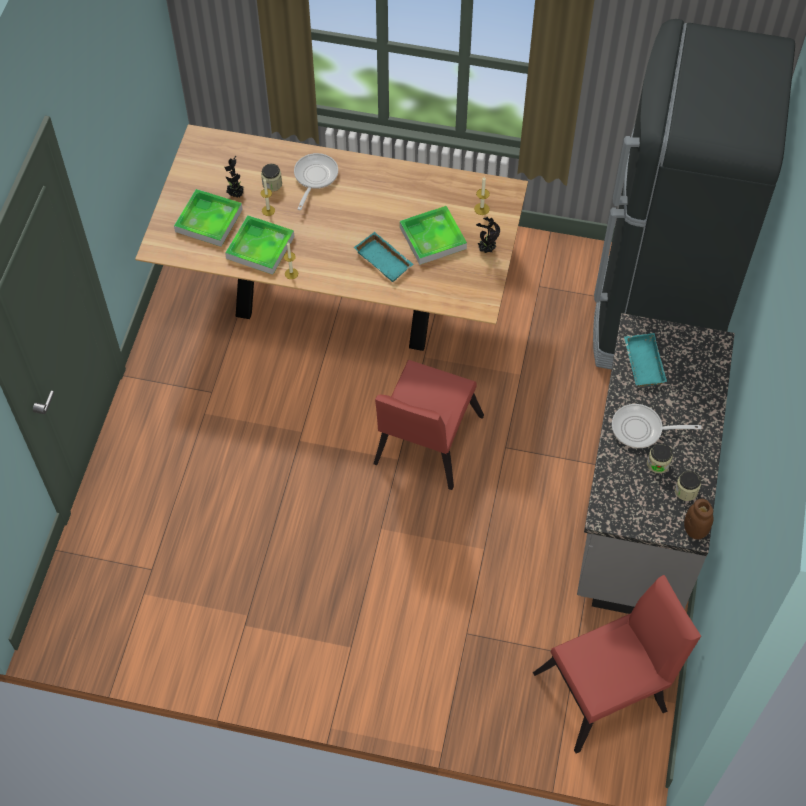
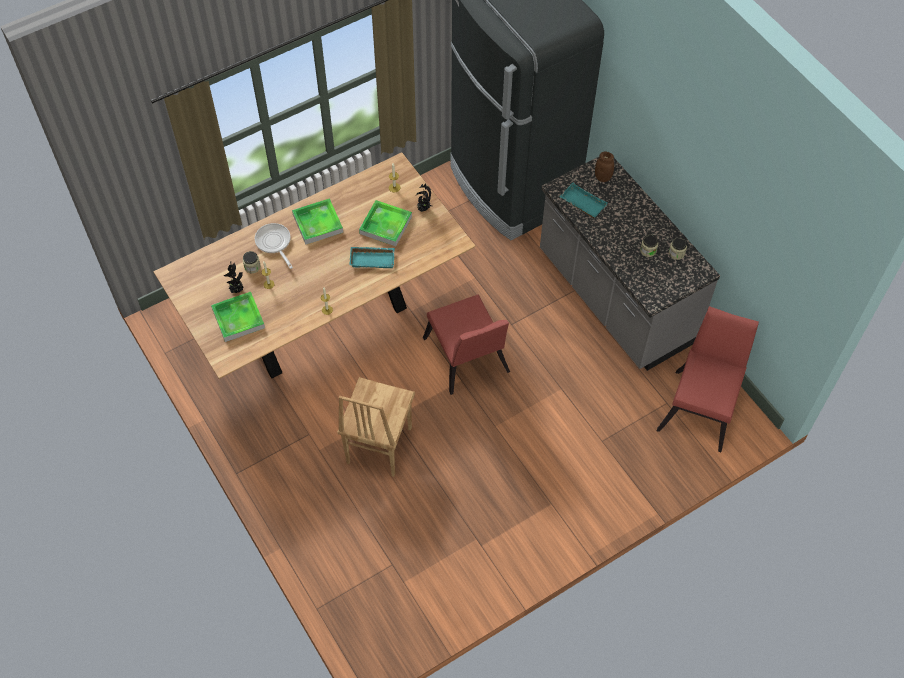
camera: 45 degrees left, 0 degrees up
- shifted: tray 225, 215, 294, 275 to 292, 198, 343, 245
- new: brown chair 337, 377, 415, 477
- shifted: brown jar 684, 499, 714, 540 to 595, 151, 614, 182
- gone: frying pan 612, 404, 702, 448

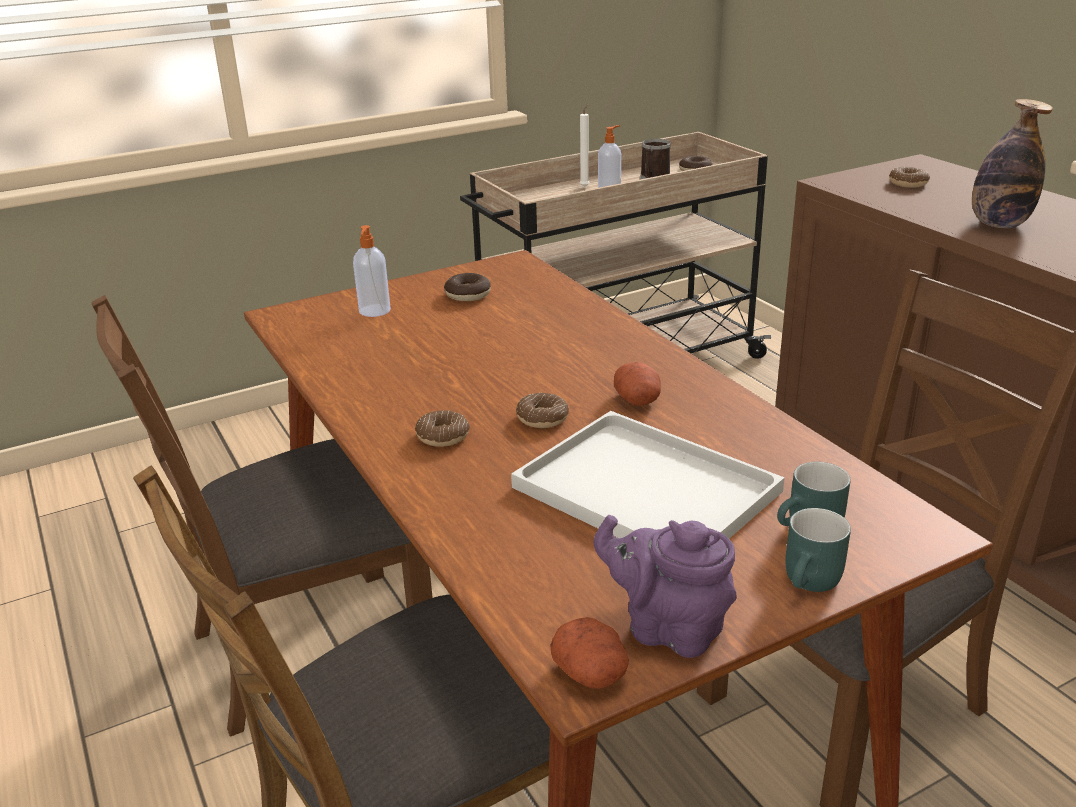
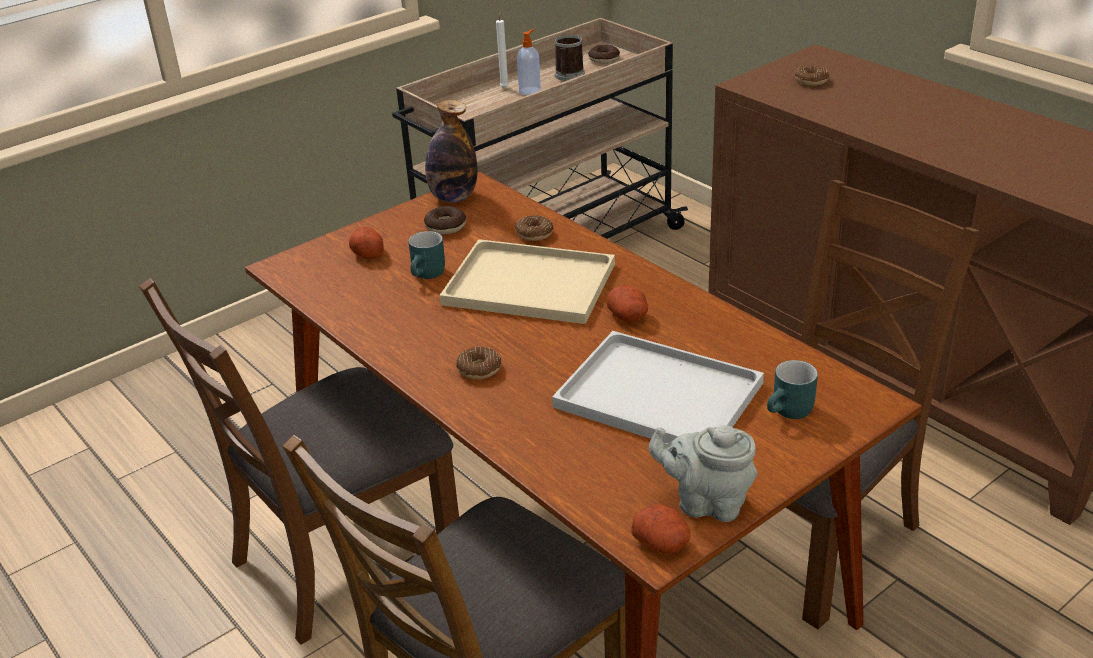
camera: 10 degrees left, 5 degrees up
- swapped: soap dispenser 353, 225, 391, 317 to potato 349, 227, 384, 259
- shifted: turquoise mug 785, 508, 851, 592 to 409, 231, 445, 279
- shifted: bottle 972, 99, 1053, 228 to 425, 100, 477, 203
- new: beige tray 440, 239, 615, 324
- shifted: donut 516, 393, 569, 428 to 515, 215, 553, 241
- repainted: purple teapot 593, 515, 737, 658 to grey teapot 649, 425, 758, 522

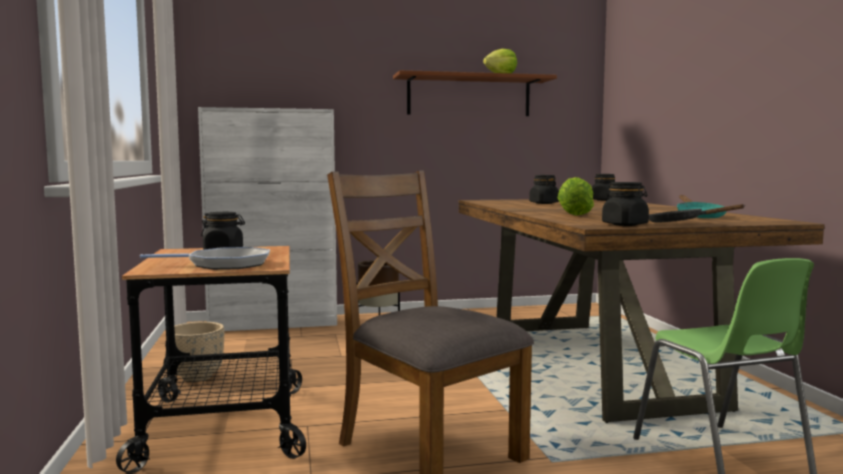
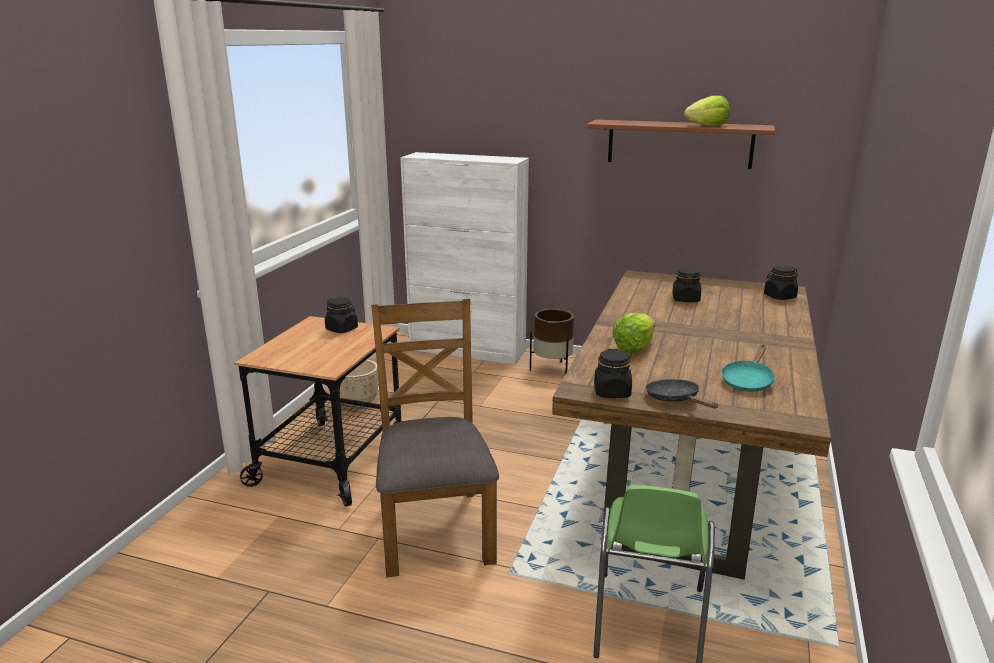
camera: 30 degrees right, 15 degrees up
- gone: frying pan 140, 247, 270, 270

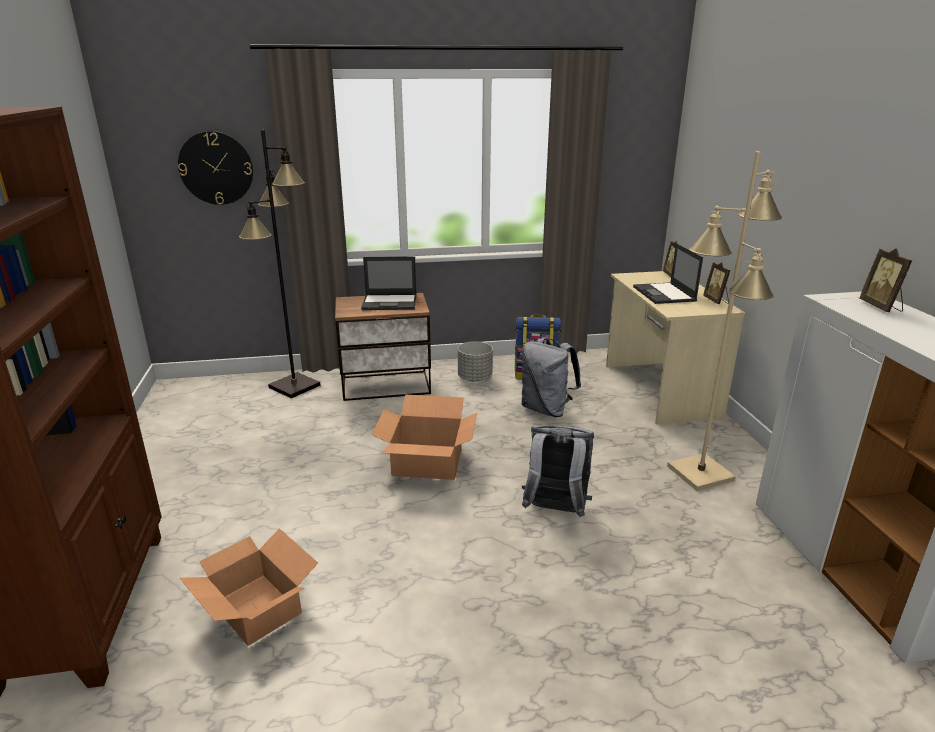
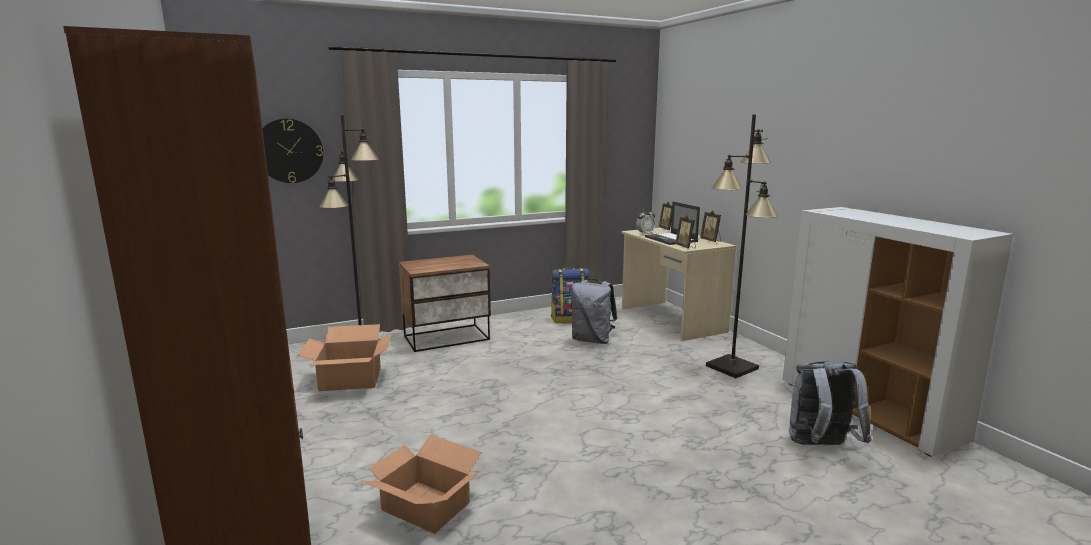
camera: 15 degrees left, 10 degrees down
- shifted: cardboard box 372, 395, 477, 480 to 298, 324, 392, 391
- new: alarm clock 636, 208, 656, 235
- shifted: picture frame 859, 248, 912, 312 to 675, 215, 696, 248
- repainted: beige floor lamp 667, 151, 782, 491 to black floor lamp 706, 114, 778, 378
- shifted: grey backpack 522, 426, 594, 517 to 789, 361, 871, 445
- gone: laptop 361, 256, 417, 310
- gone: grey planter 458, 341, 493, 382

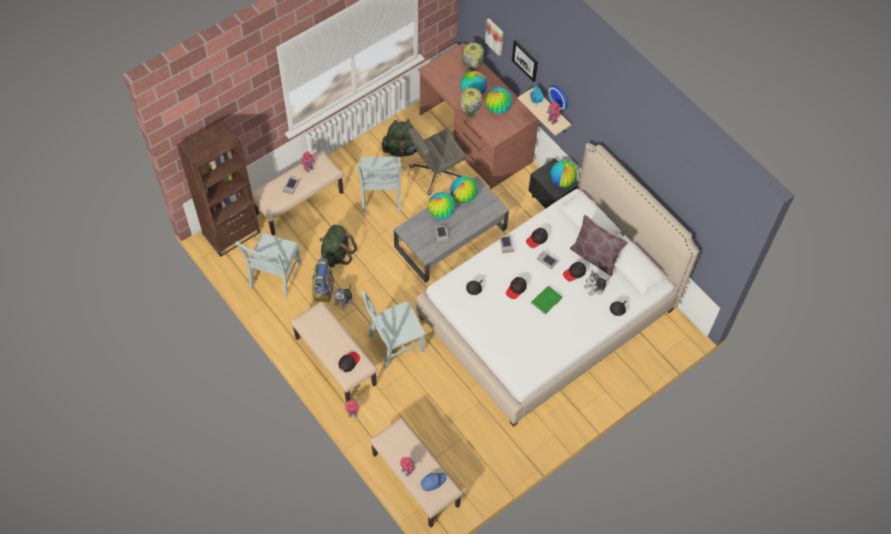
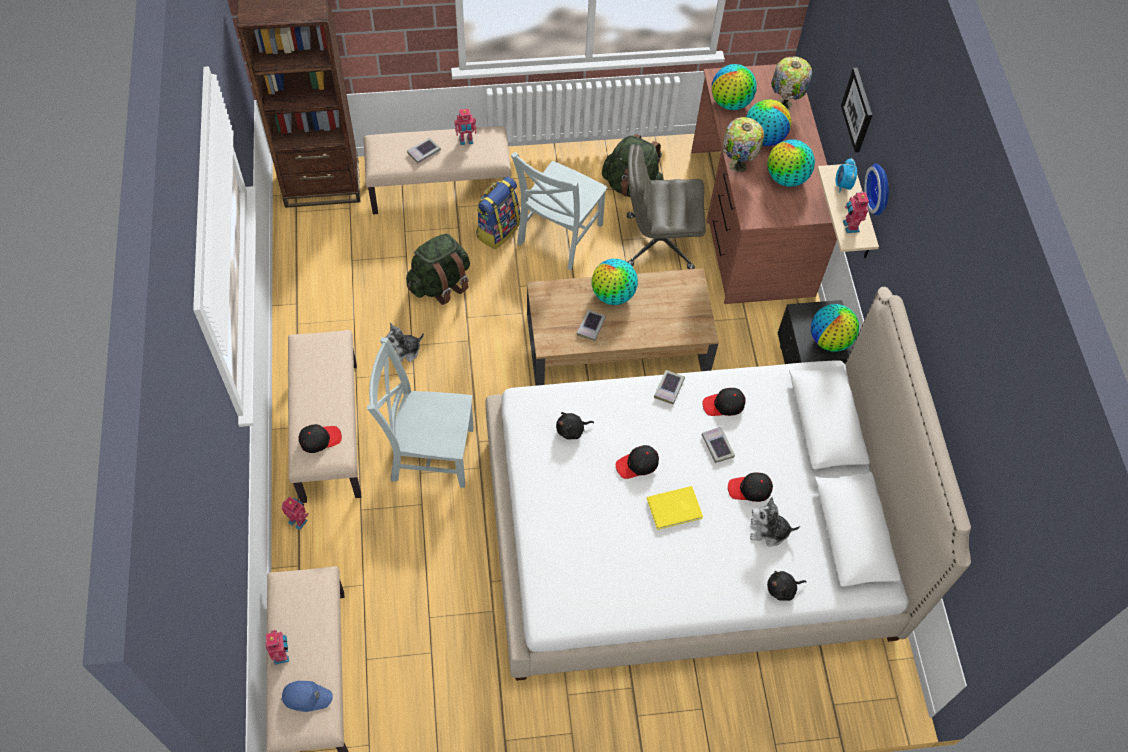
camera: 30 degrees right, 0 degrees up
- shifted: backpack 312, 258, 334, 302 to 476, 177, 520, 249
- repainted: grey coffee table 394, 176, 509, 283 to brown coffee table 527, 268, 719, 386
- repainted: green book 531, 286, 562, 315 to yellow book 647, 486, 703, 530
- shifted: globe 450, 176, 477, 203 to 712, 64, 757, 110
- gone: grey chair 235, 233, 302, 298
- gone: picture 485, 18, 503, 56
- gone: brown pillow 570, 215, 628, 277

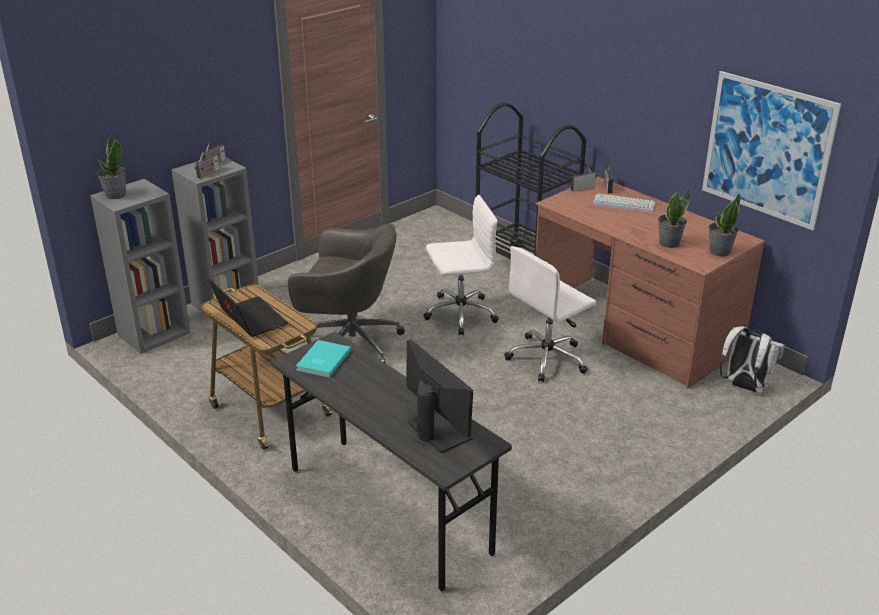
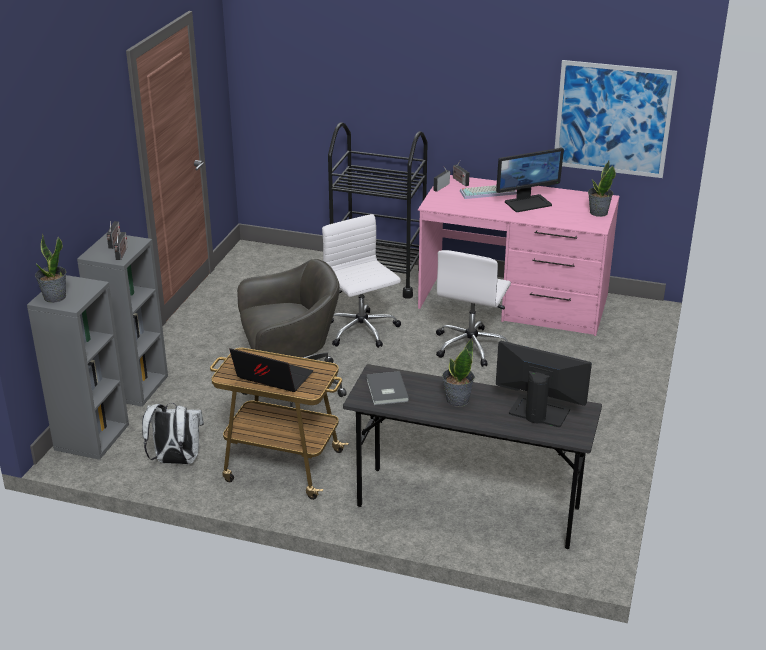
camera: 30 degrees left, 0 degrees up
- shifted: white backpack 720, 326, 785, 393 to 142, 403, 204, 464
- rotated: white office chair 423, 195, 499, 335 = 322, 214, 401, 348 75 degrees counterclockwise
- repainted: turquoise book 296, 340, 351, 378 to grey book 366, 371, 409, 405
- repainted: brown desk 533, 176, 765, 388 to pink desk 418, 175, 619, 336
- shifted: potted plant 658, 188, 690, 248 to 442, 338, 475, 407
- new: monitor 496, 148, 564, 212

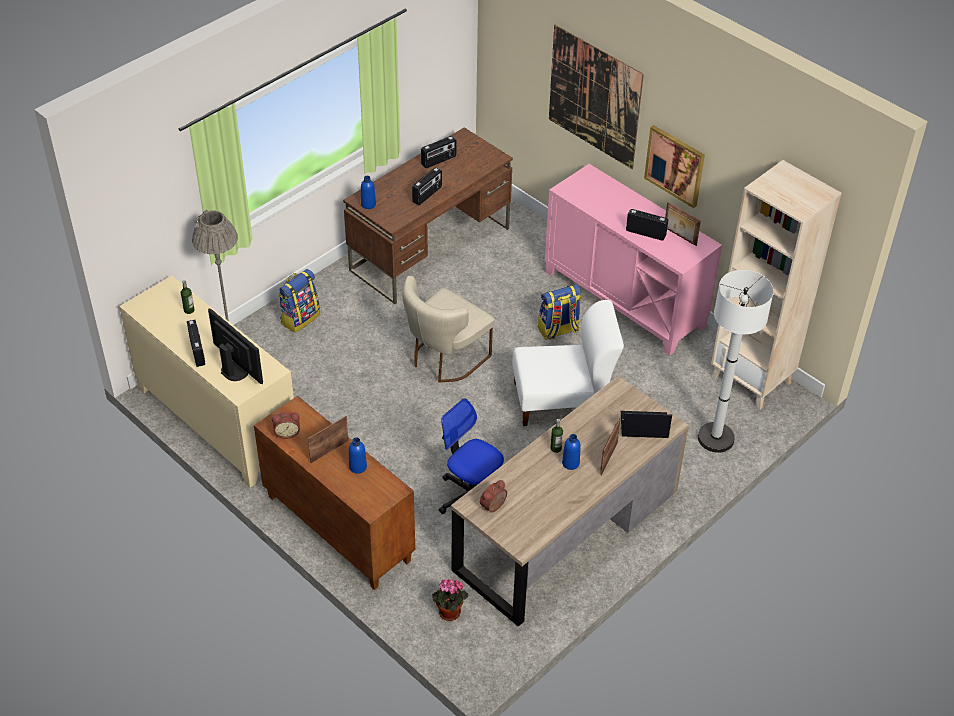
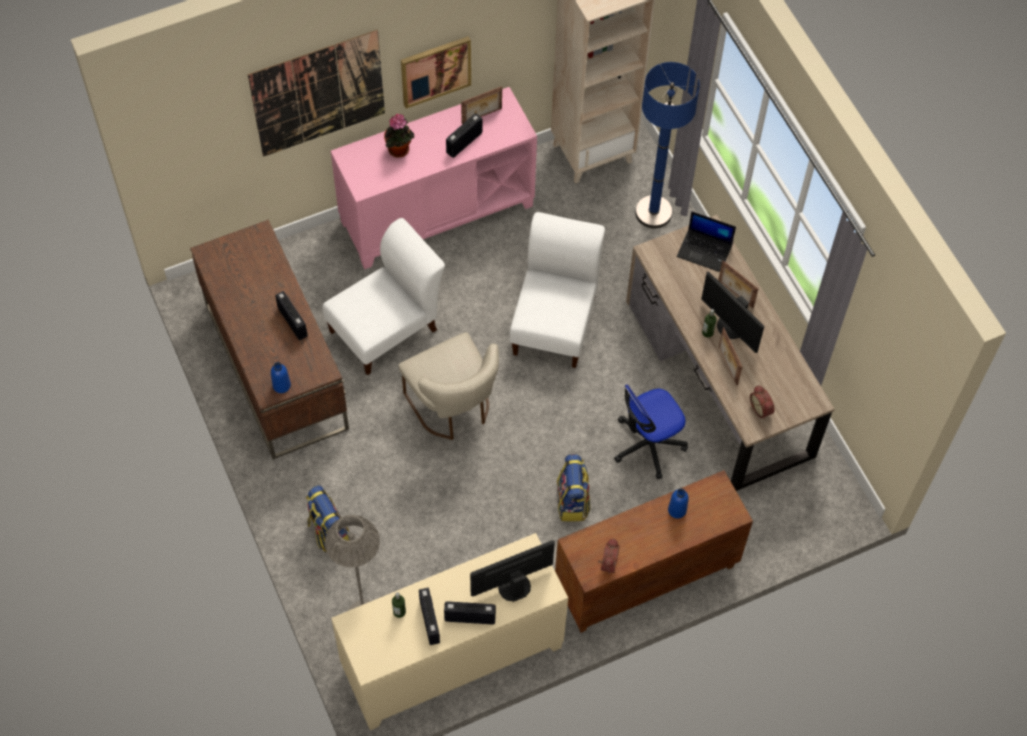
camera: 70 degrees left, 15 degrees up
- new: white chair 322, 218, 445, 375
- shifted: potted plant 432, 579, 468, 621 to 384, 114, 414, 158
- shifted: radio 421, 136, 457, 168 to 419, 588, 440, 645
- shifted: backpack 538, 284, 581, 340 to 557, 454, 590, 522
- repainted: white floor lamp 698, 270, 774, 453 to blue floor lamp 635, 62, 700, 228
- rotated: laptop 621, 411, 672, 438 = 677, 212, 736, 272 90 degrees counterclockwise
- swapped: blue bottle 562, 434, 581, 470 to monitor 701, 271, 764, 353
- shifted: picture frame 308, 416, 349, 463 to 719, 327, 742, 385

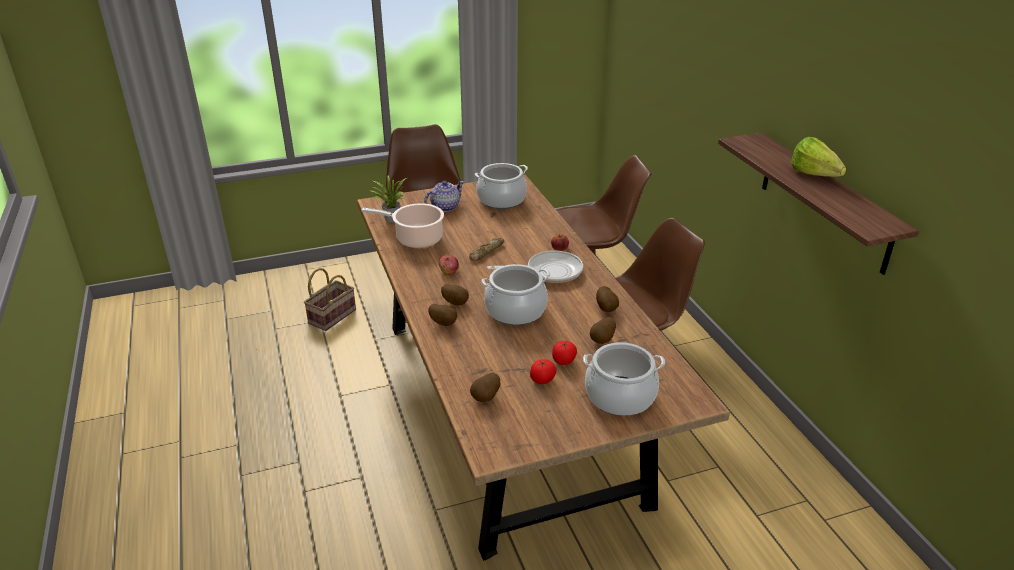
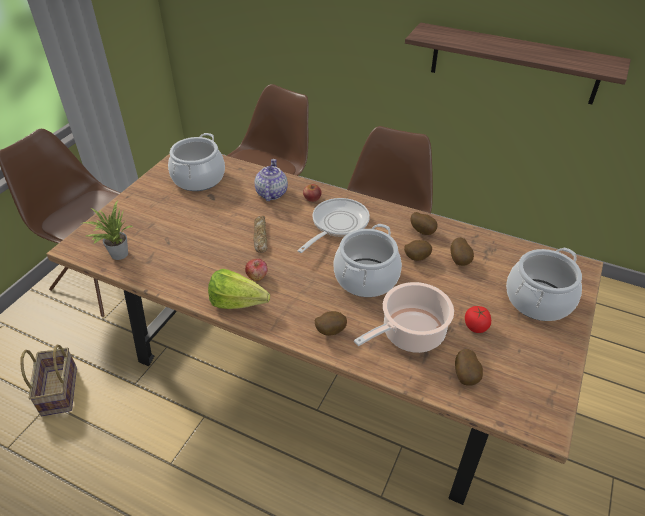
camera: 45 degrees left, 10 degrees up
- shifted: lettuce 791, 137, 846, 177 to 208, 269, 270, 309
- shifted: teapot 424, 181, 464, 212 to 255, 159, 288, 201
- shifted: cooking pot 361, 203, 444, 248 to 354, 282, 454, 353
- shifted: potato 441, 284, 469, 306 to 404, 240, 432, 261
- gone: tomato 552, 341, 577, 365

